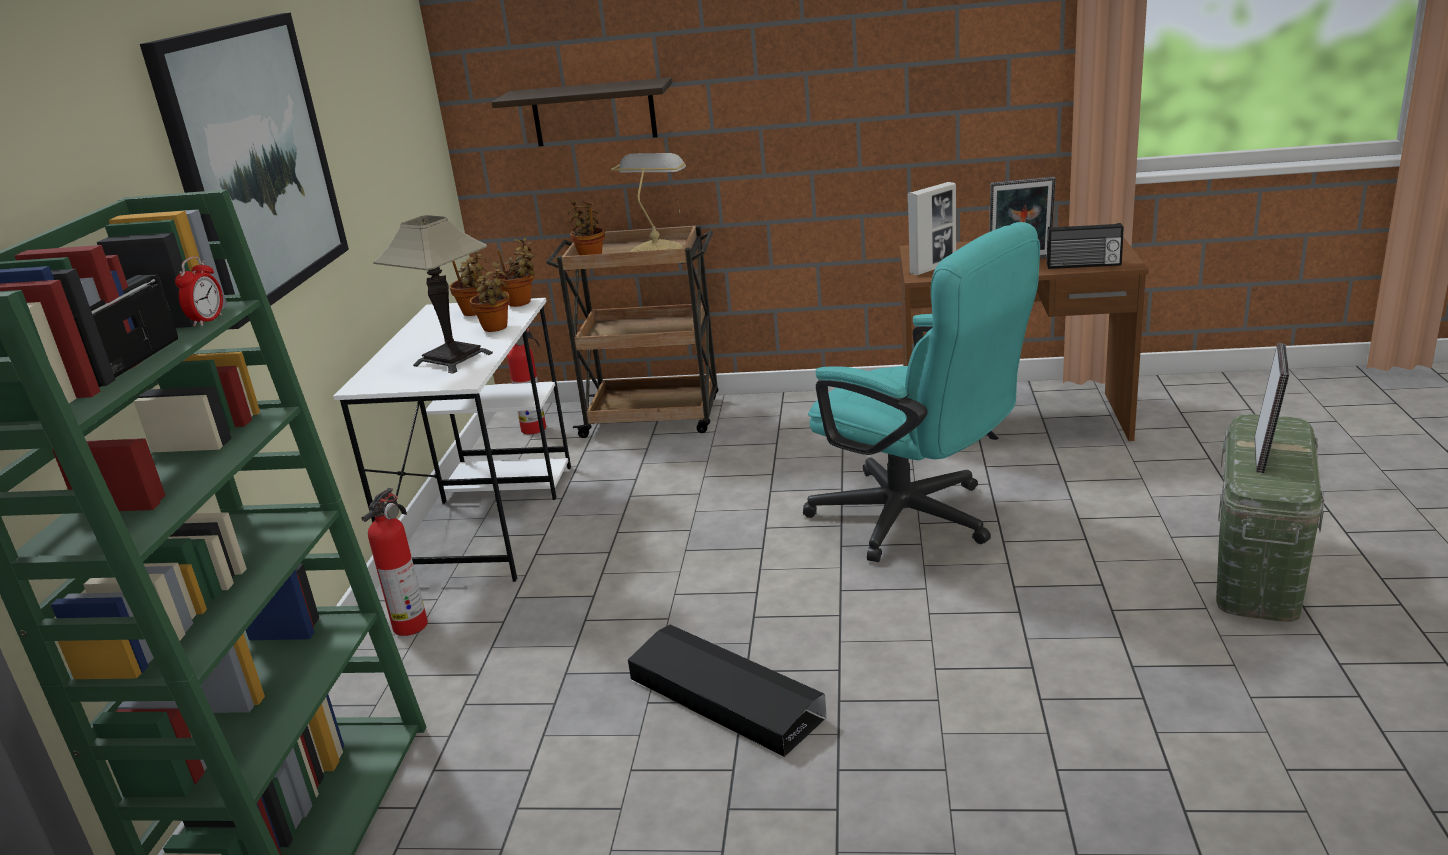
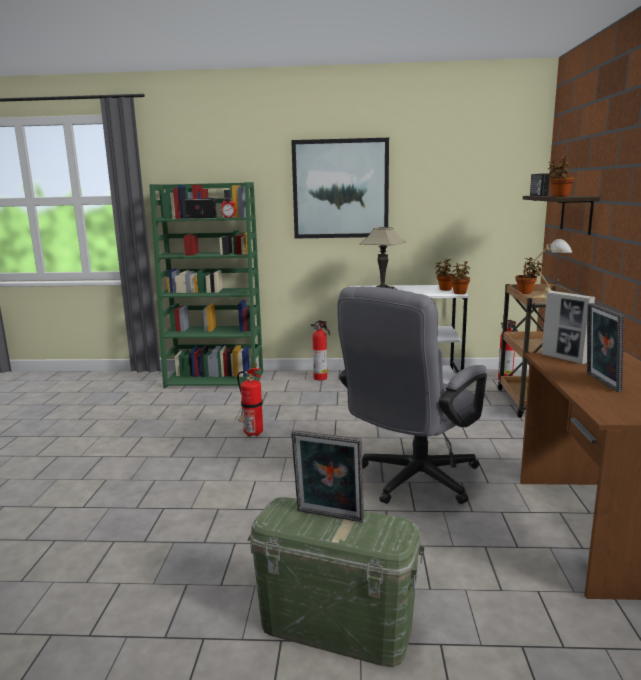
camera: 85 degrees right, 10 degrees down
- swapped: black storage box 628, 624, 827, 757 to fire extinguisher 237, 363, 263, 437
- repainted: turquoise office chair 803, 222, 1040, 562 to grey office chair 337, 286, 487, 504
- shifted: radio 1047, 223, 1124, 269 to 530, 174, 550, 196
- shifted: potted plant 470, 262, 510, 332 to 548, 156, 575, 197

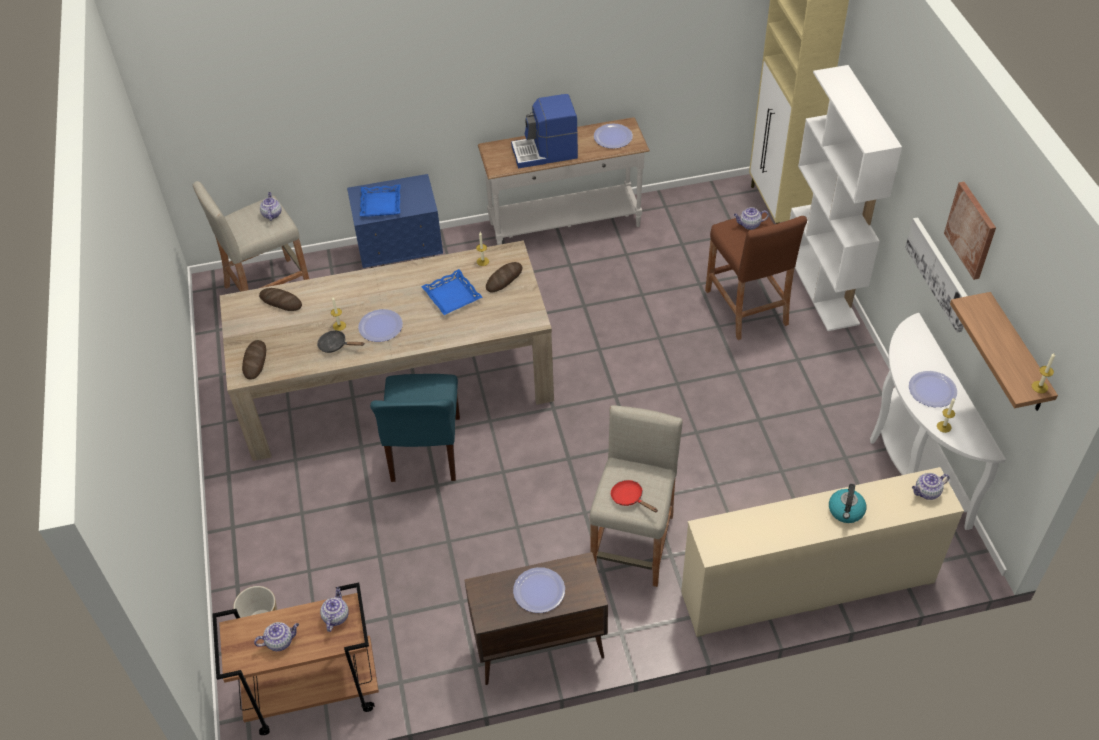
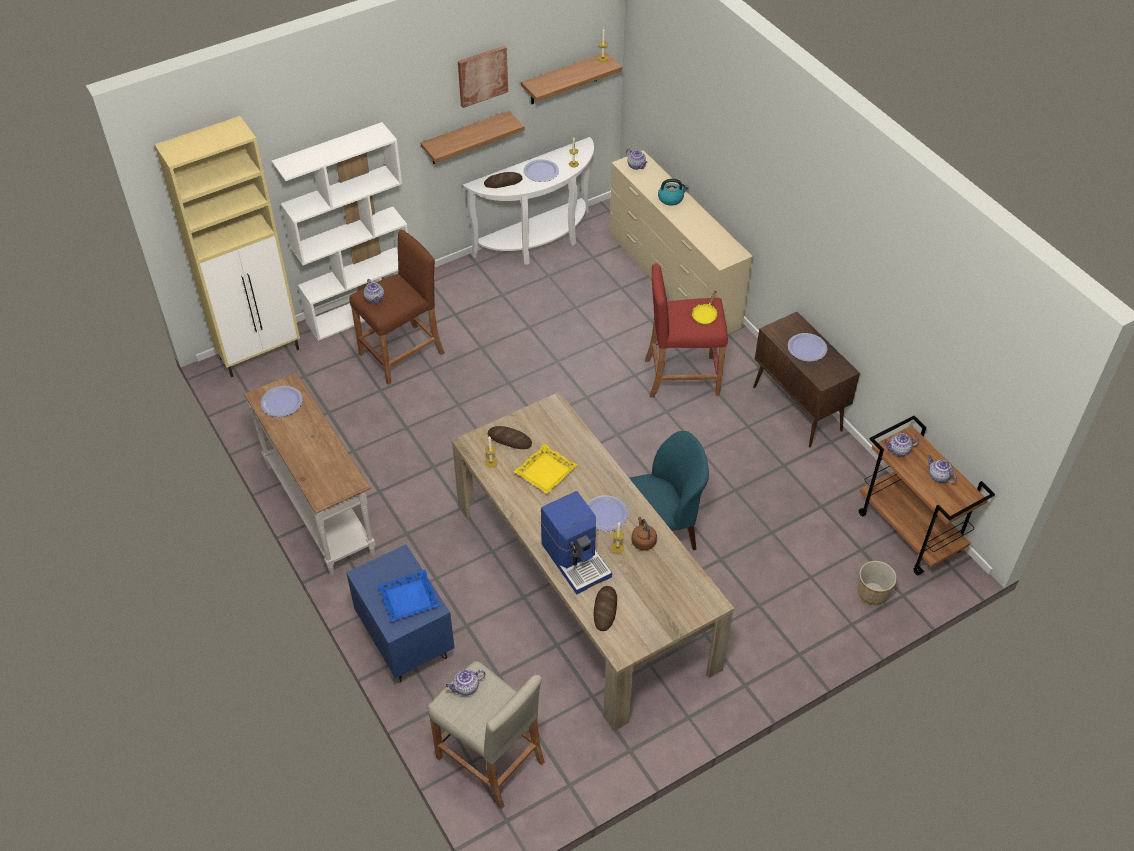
camera: 110 degrees left, 0 degrees up
- swapped: picture 905, 217, 967, 333 to shelf 421, 111, 524, 164
- shifted: bread 242, 340, 266, 379 to 484, 172, 522, 188
- repainted: blue tray 421, 269, 482, 315 to yellow tray 514, 443, 578, 494
- shifted: coffee machine 511, 94, 578, 168 to 541, 491, 612, 594
- swapped: black frying pan 317, 330, 365, 353 to brown kettle 632, 517, 657, 550
- repainted: beige stool 590, 405, 682, 587 to red stool 645, 263, 728, 398
- repainted: red frying pan 611, 480, 658, 512 to yellow frying pan 692, 291, 717, 324

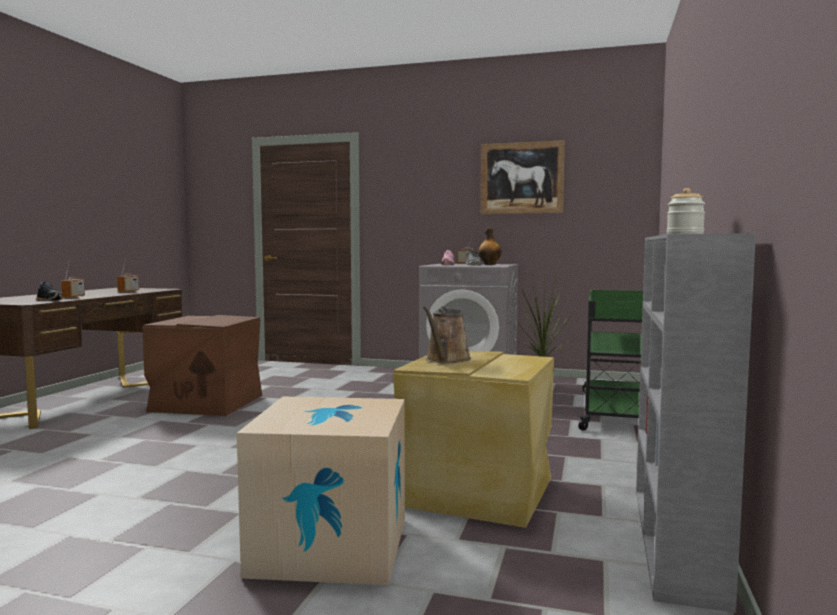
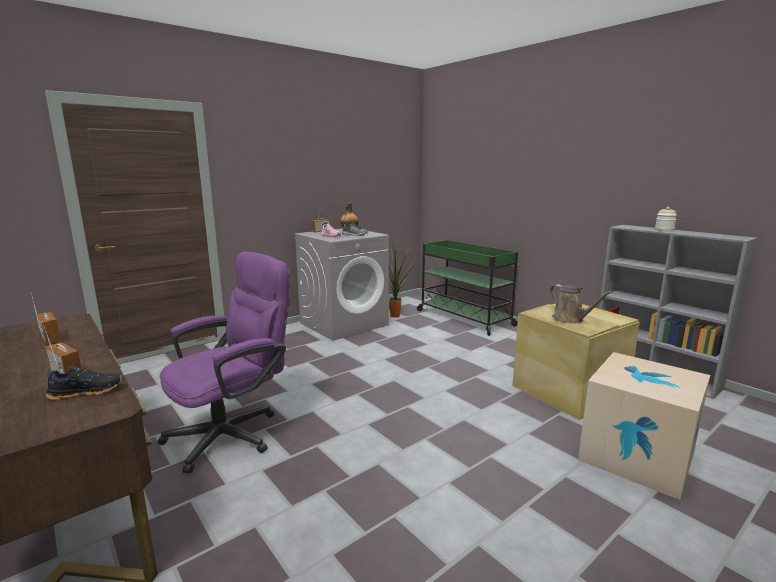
camera: 55 degrees left, 10 degrees up
- swapped: brown storage box 142, 315, 262, 416 to purple office chair 157, 252, 290, 473
- gone: picture 481, 140, 565, 214

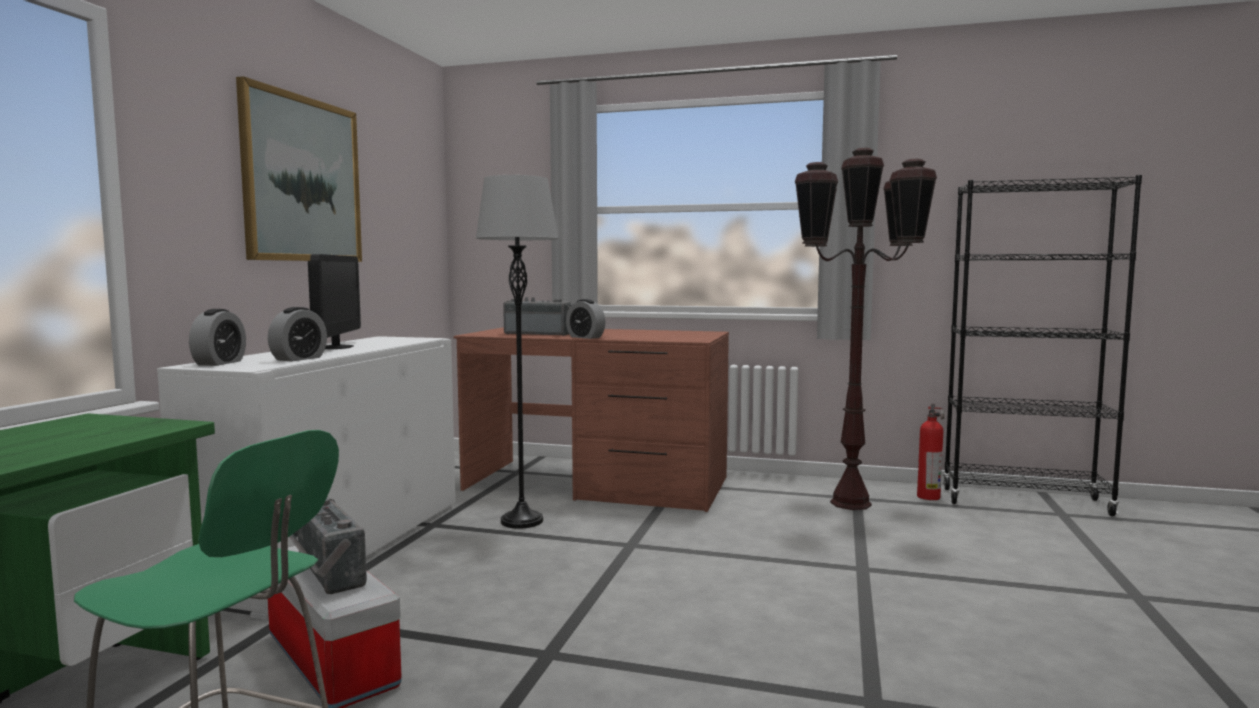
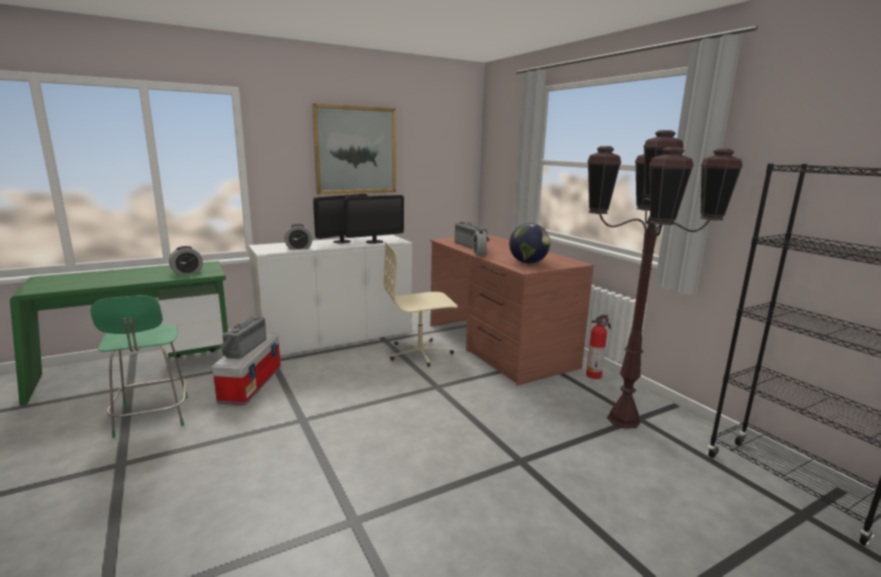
camera: 45 degrees right, 10 degrees up
- shifted: alarm clock 189, 309, 246, 366 to 169, 246, 203, 275
- new: monitor 344, 195, 404, 244
- swapped: grey floor lamp 476, 175, 558, 529 to beige office chair 384, 241, 458, 367
- new: globe 509, 223, 550, 264
- shifted: fire extinguisher 917, 404, 945, 500 to 586, 315, 611, 379

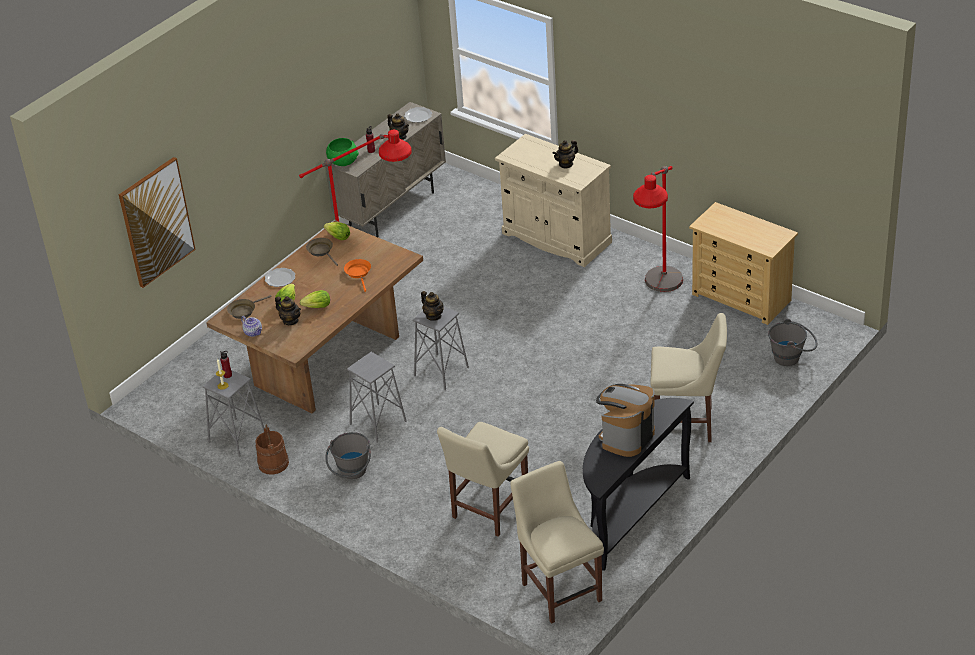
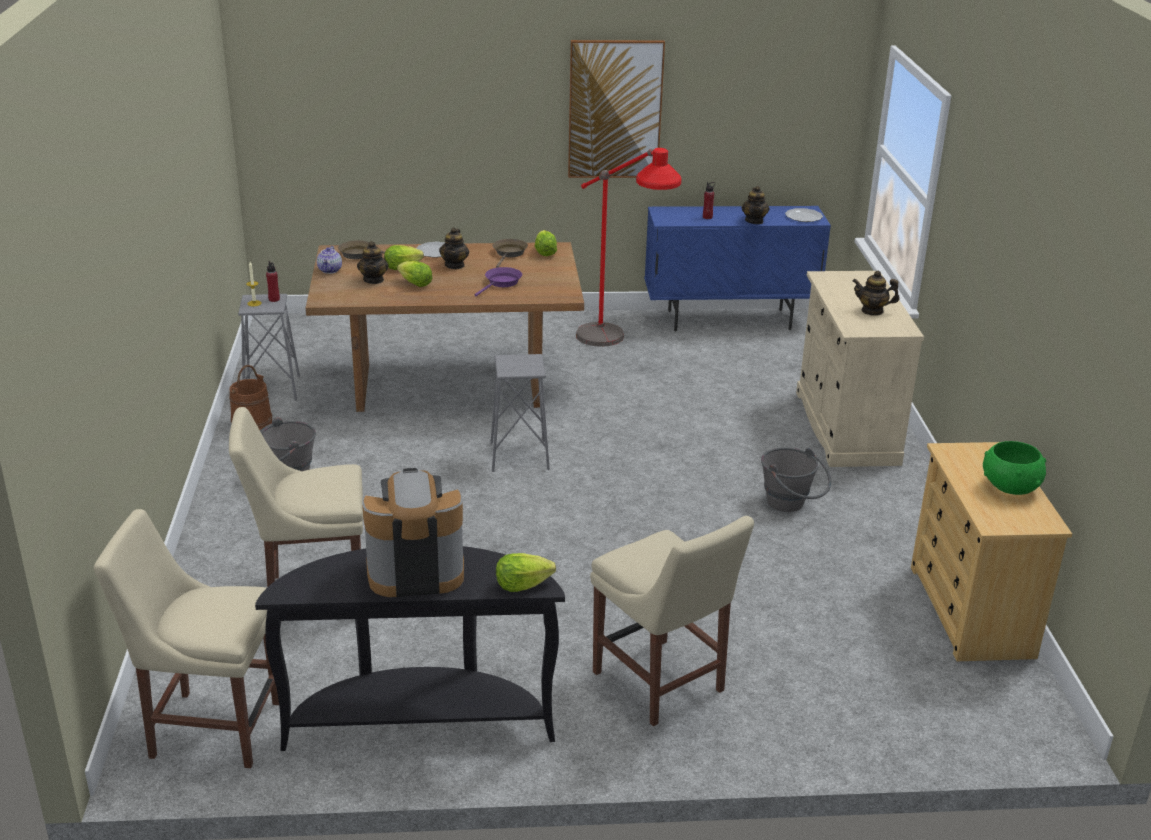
camera: 45 degrees right, 10 degrees down
- rotated: beige chair 510, 461, 604, 624 = 94, 509, 279, 768 105 degrees counterclockwise
- shifted: teapot 421, 291, 444, 321 to 439, 227, 469, 269
- repainted: orange frying pan 344, 259, 371, 292 to purple frying pan 474, 267, 522, 297
- new: lettuce 496, 553, 556, 592
- shifted: picture 119, 157, 196, 288 to 568, 40, 665, 178
- repainted: beige cabinet 325, 102, 446, 237 to blue cabinet 644, 206, 831, 332
- shifted: grey bucket 768, 318, 817, 366 to 761, 447, 831, 512
- shifted: green bowl 326, 138, 359, 166 to 983, 441, 1046, 495
- gone: grey stool 347, 352, 406, 443
- gone: red floor lamp 633, 166, 683, 292

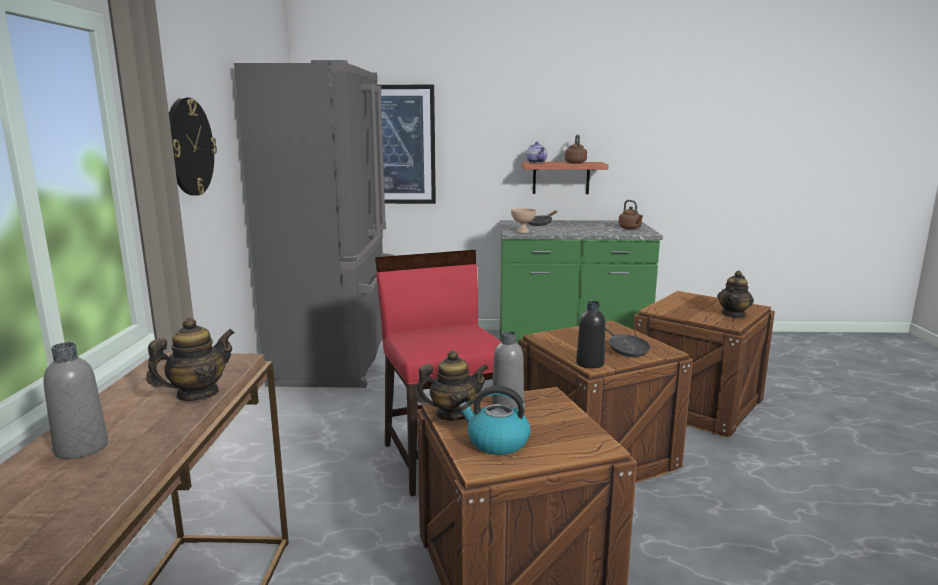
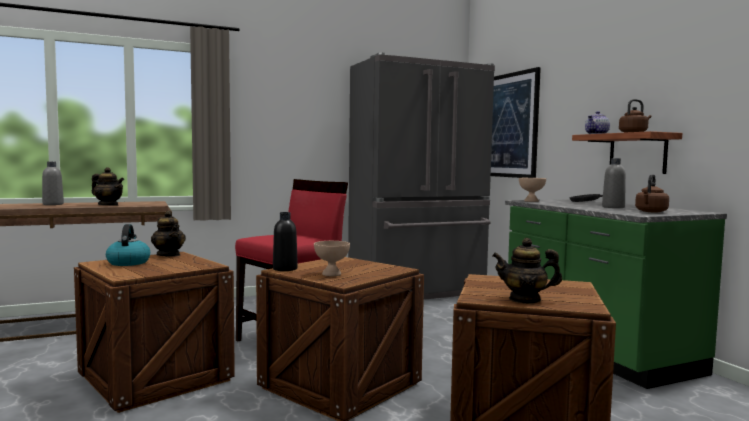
camera: 65 degrees right, 10 degrees down
- swapped: black frying pan 605, 324, 650, 357 to beige bowl 314, 241, 350, 276
- shifted: grey bottle 492, 331, 524, 409 to 602, 158, 626, 208
- gone: wall clock 169, 97, 217, 196

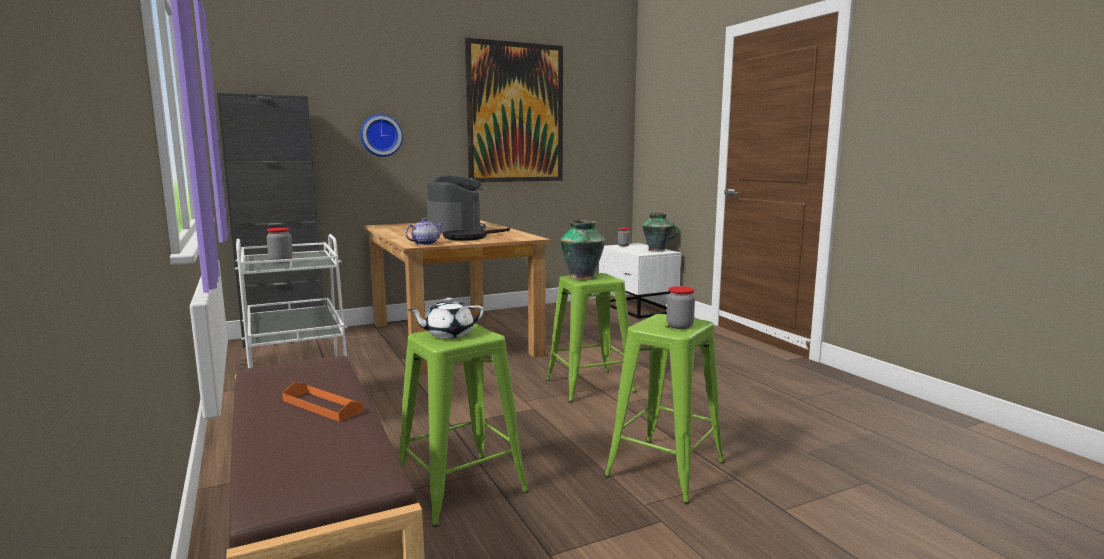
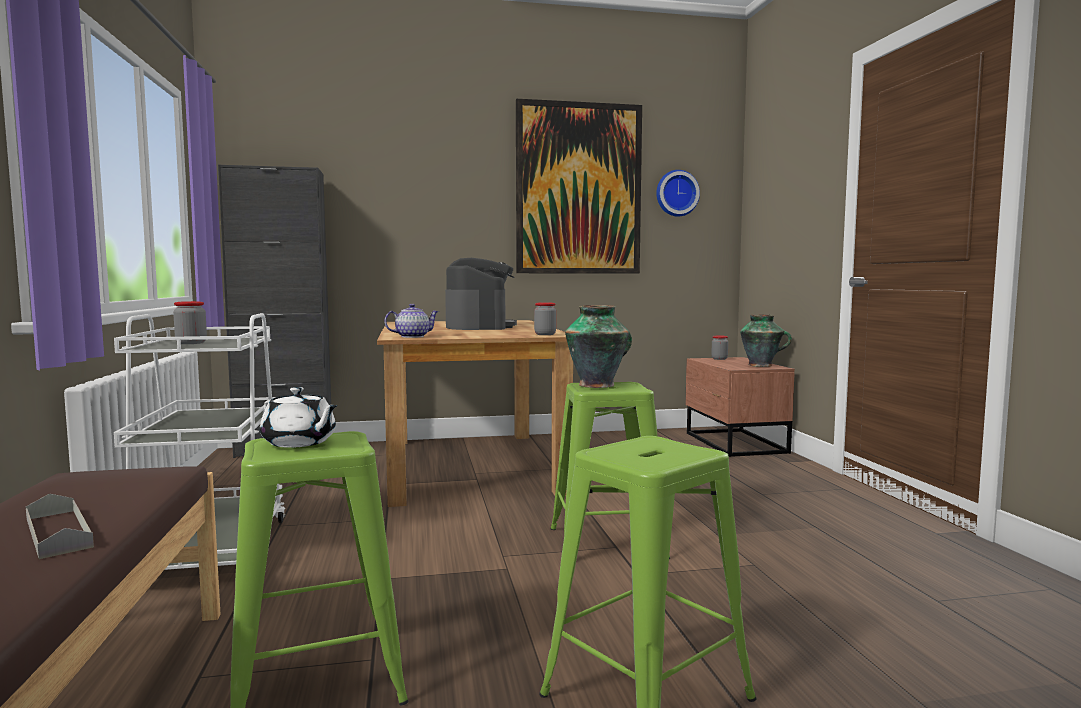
camera: 15 degrees right, 5 degrees down
- repainted: orange tray 282, 382, 363, 422 to grey tray 26, 494, 94, 559
- rotated: white teapot 408, 297, 484, 338 = 260, 387, 338, 448 135 degrees counterclockwise
- shifted: jar 666, 286, 695, 329 to 534, 302, 556, 335
- shifted: wall clock 360, 114, 403, 157 to 656, 170, 700, 217
- repainted: white nightstand 599, 243, 681, 319 to brown nightstand 685, 357, 795, 457
- gone: black frying pan 443, 228, 510, 241

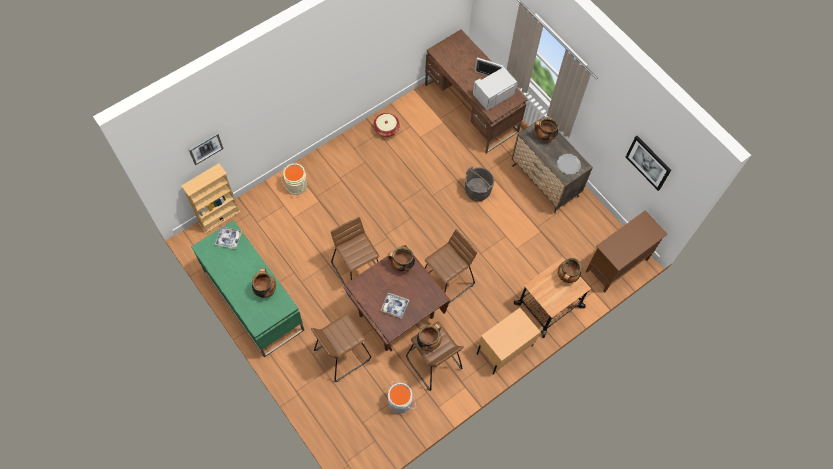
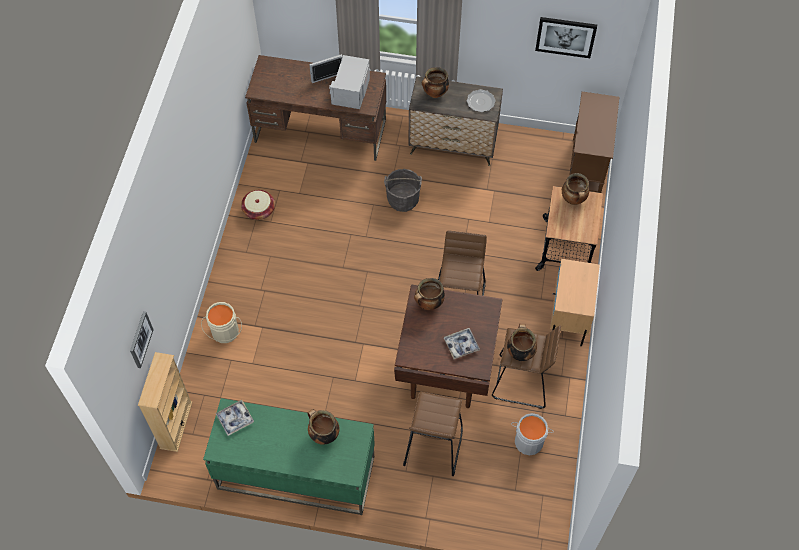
camera: 40 degrees left, 5 degrees down
- gone: brown stool 331, 217, 379, 293

